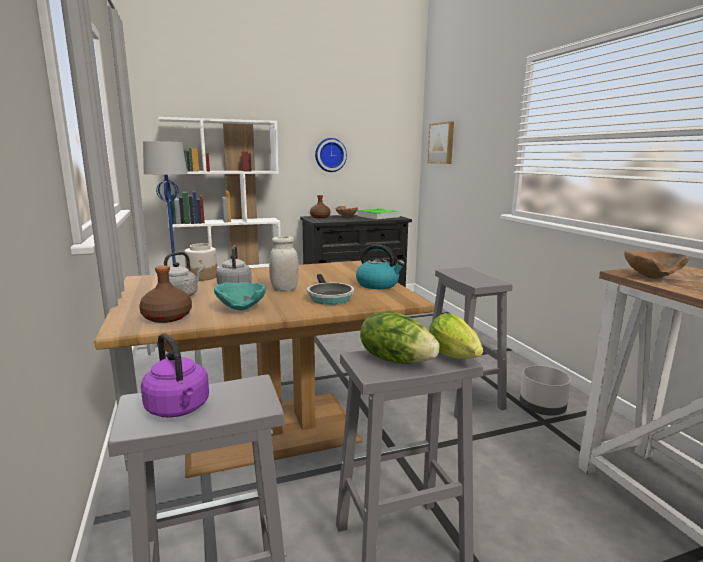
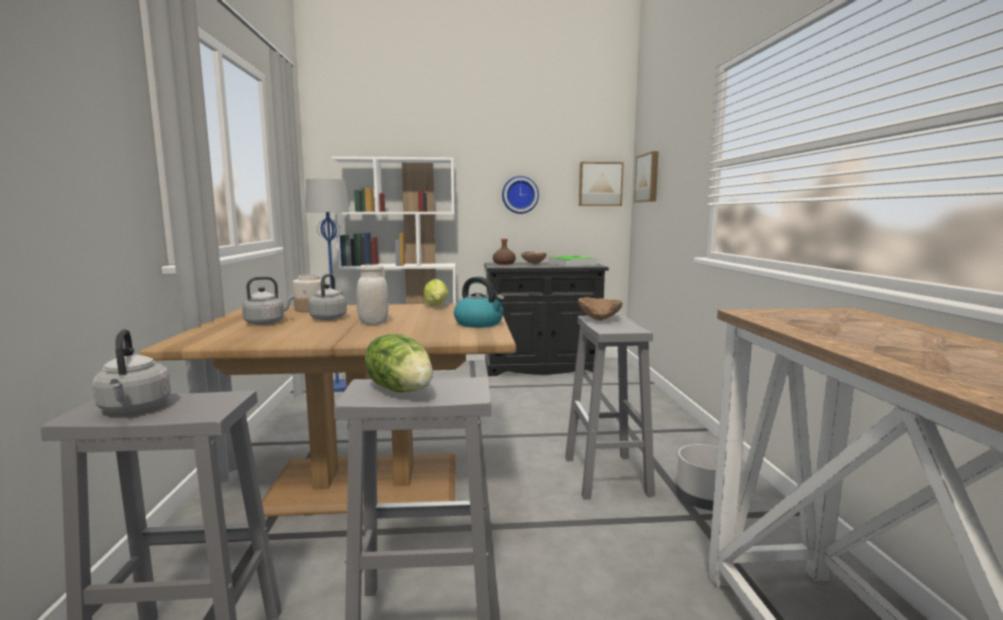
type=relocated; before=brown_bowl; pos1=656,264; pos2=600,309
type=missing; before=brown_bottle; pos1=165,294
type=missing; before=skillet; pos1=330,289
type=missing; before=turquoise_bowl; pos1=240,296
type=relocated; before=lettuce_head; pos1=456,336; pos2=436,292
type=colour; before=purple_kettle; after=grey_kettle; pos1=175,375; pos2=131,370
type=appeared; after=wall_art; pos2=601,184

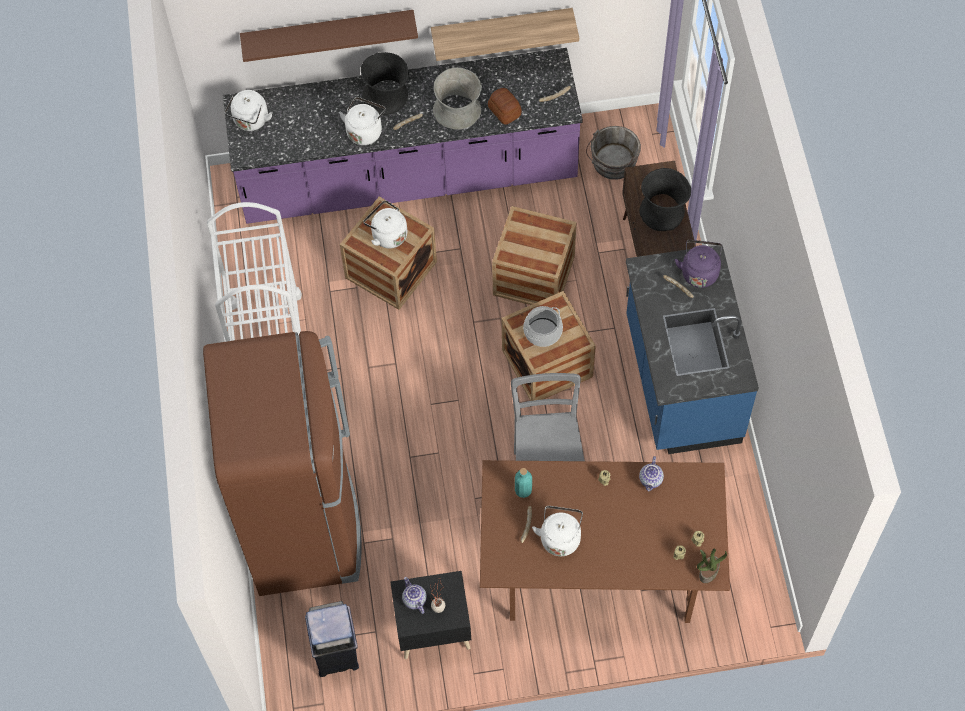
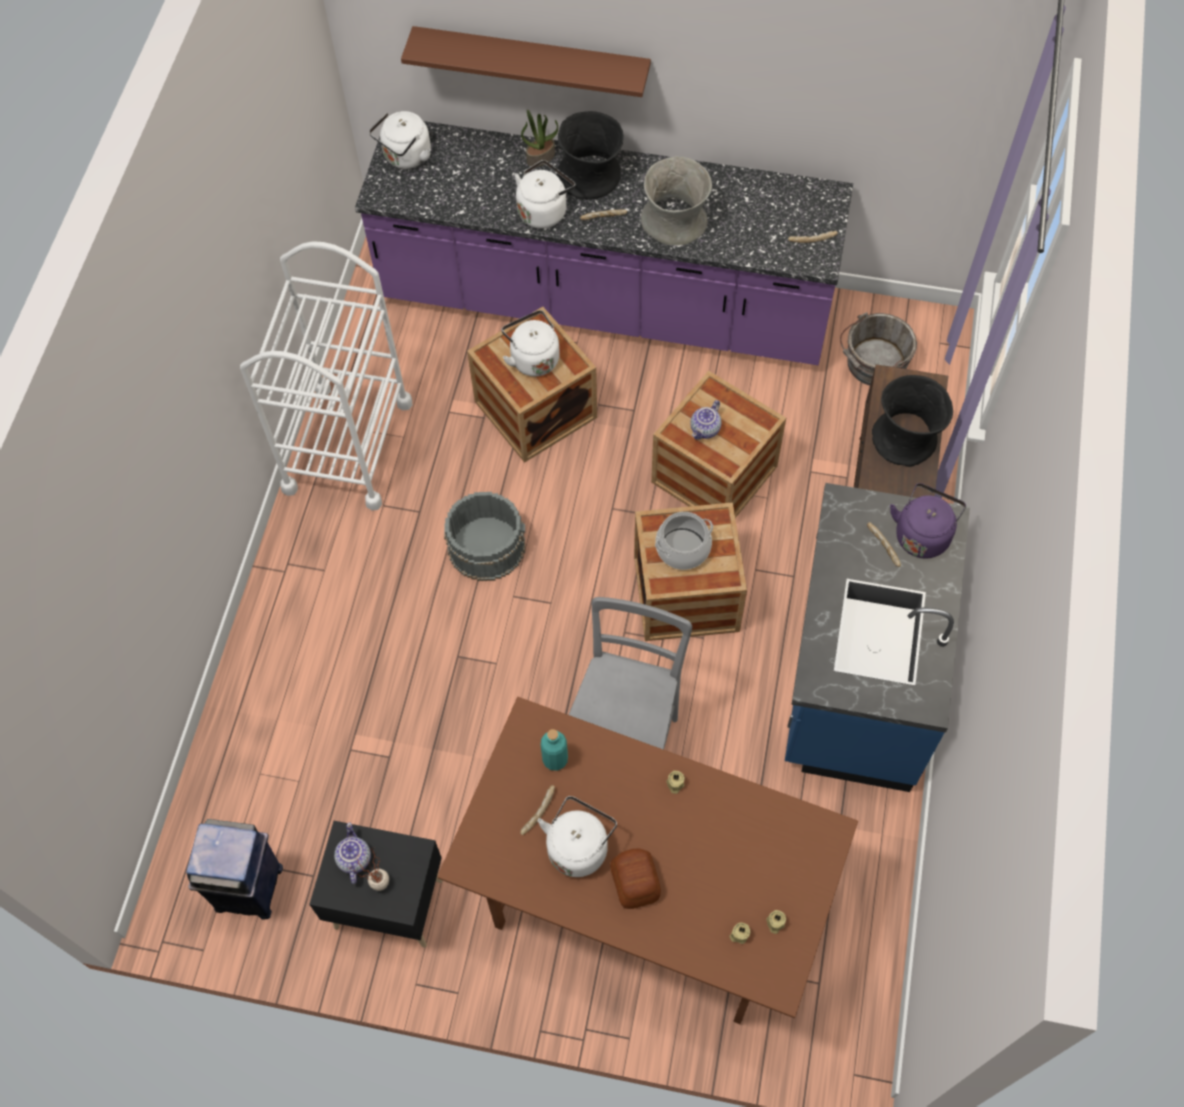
type=missing; before=bracket_shelf; pos1=505,34
type=relocated; before=bakery_bread; pos1=505,106; pos2=635,878
type=missing; before=brown_fridge; pos1=282,463
type=relocated; before=tea_pot; pos1=651,473; pos2=705,420
type=relocated; before=plant_in_a_pot; pos1=712,565; pos2=539,138
type=appeared; after=grey_pail; pos2=484,536

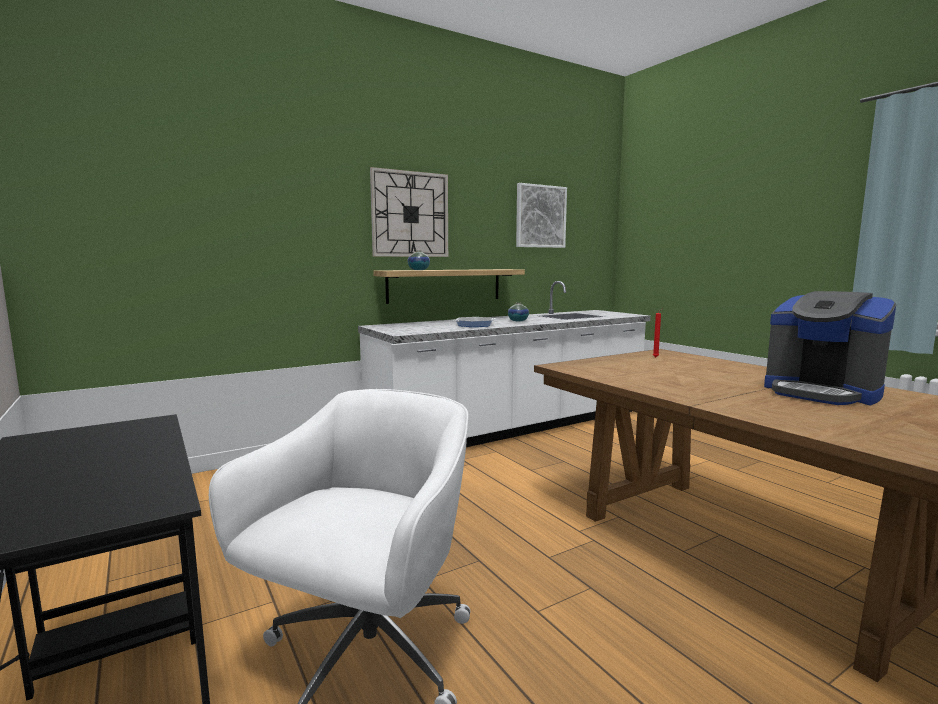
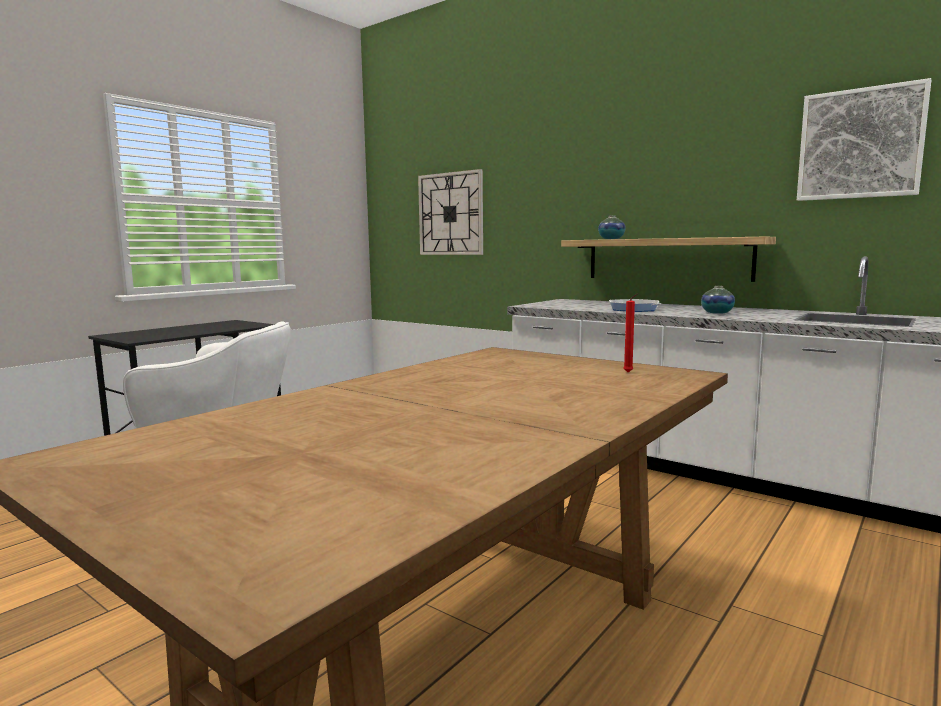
type=relocated; before=wall_clock; pos1=409,212; pos2=450,212
type=missing; before=coffee_brewer; pos1=830,348

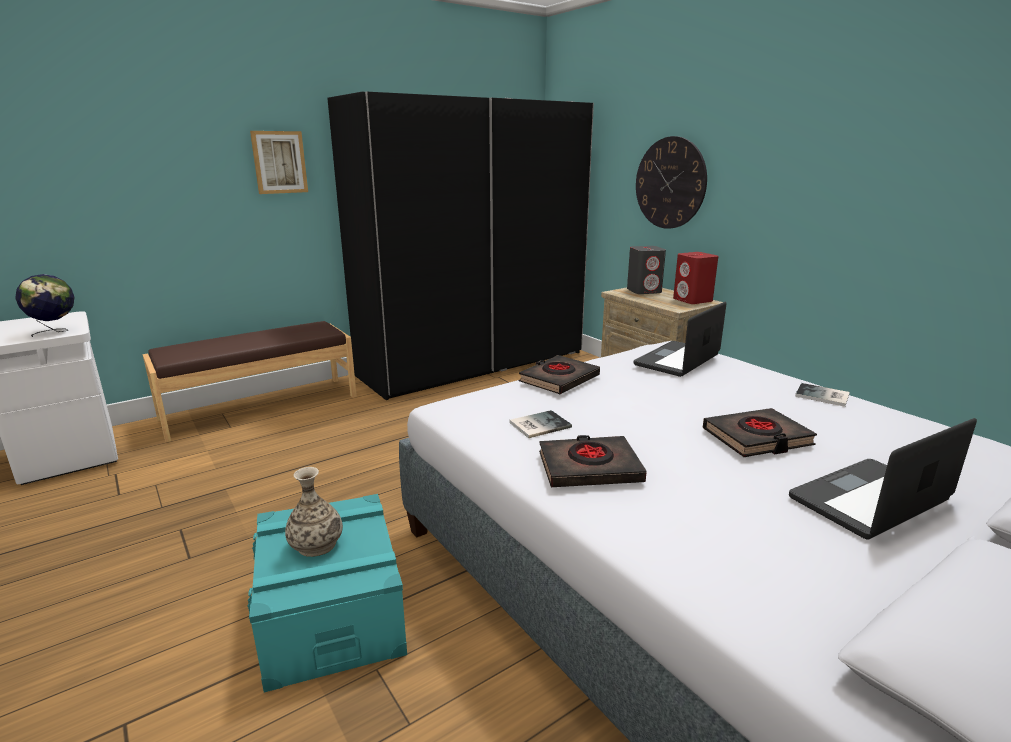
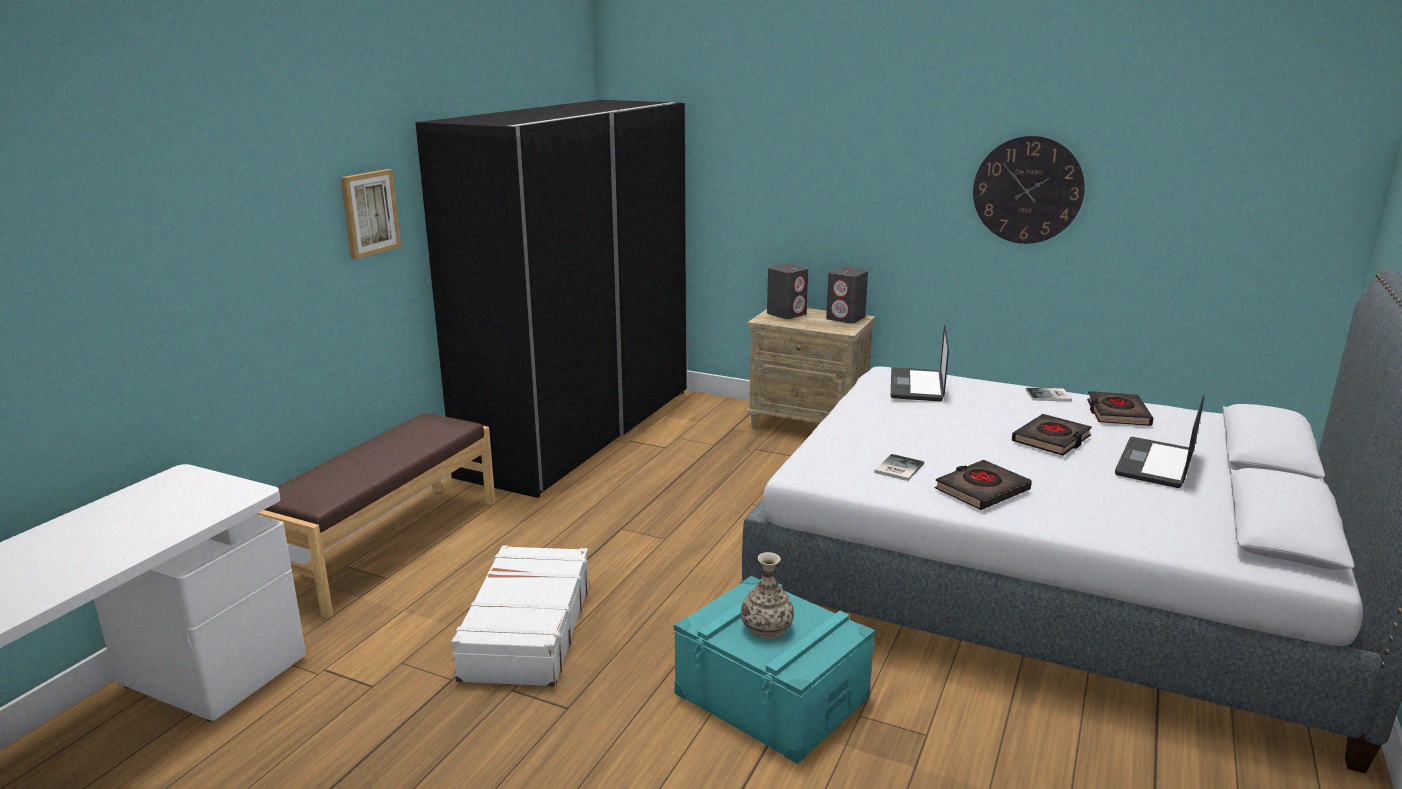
type=relocated; before=wall_clock; pos1=671,182; pos2=1029,190
type=colour; before=red_loudspeaker; after=grey_loudspeaker; pos1=695,278; pos2=847,295
type=missing; before=world_globe; pos1=45,305
type=relocated; before=black-coloured_volume; pos1=559,374; pos2=1120,408
type=appeared; after=white-coloured_suitcase; pos2=521,616

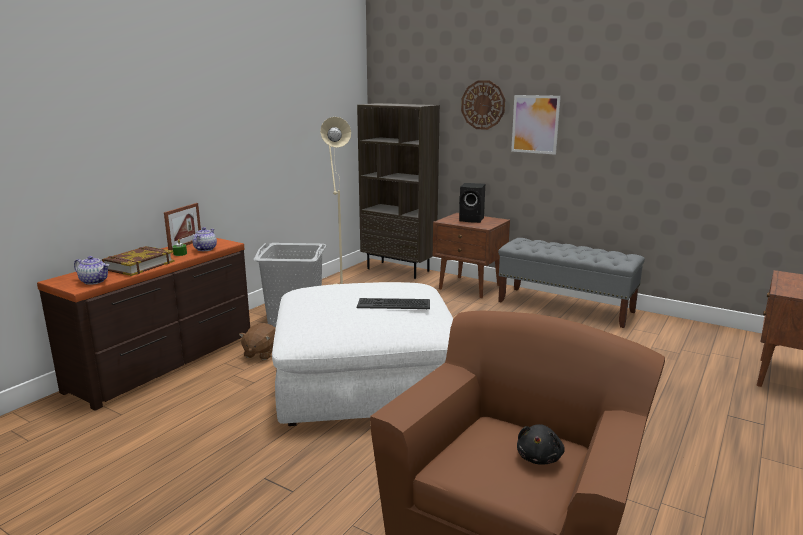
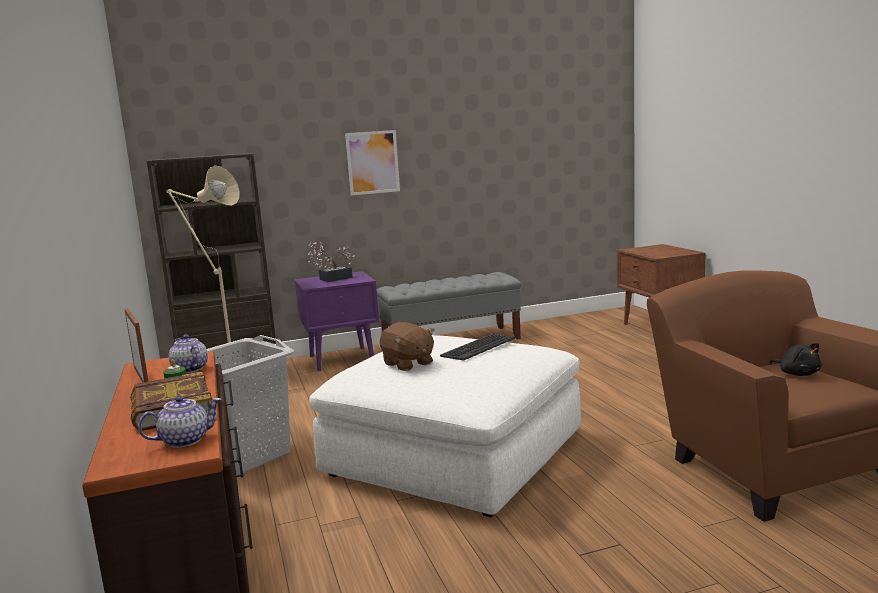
type=missing; before=wall_clock; pos1=483,105
type=exchanged; before=black-coloured_loudspeaker; after=plant_in_a_pot; pos1=472,203; pos2=331,262
type=colour; before=brown_nightstand; after=purple_nightstand; pos1=471,255; pos2=337,321
type=relocated; before=brown_cuddly_toy; pos1=257,341; pos2=407,346

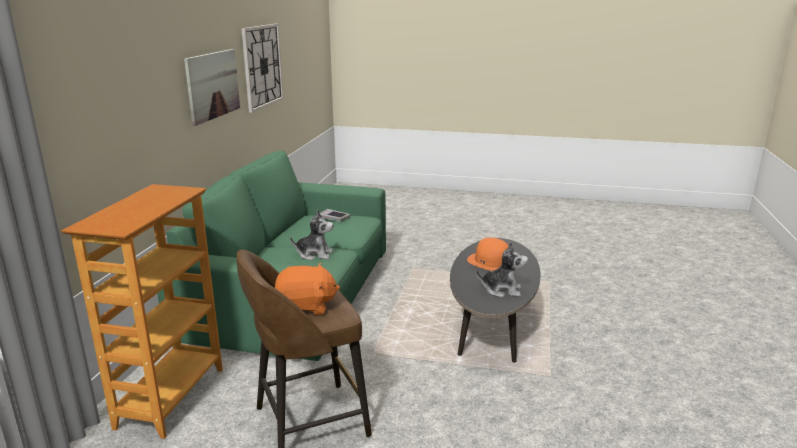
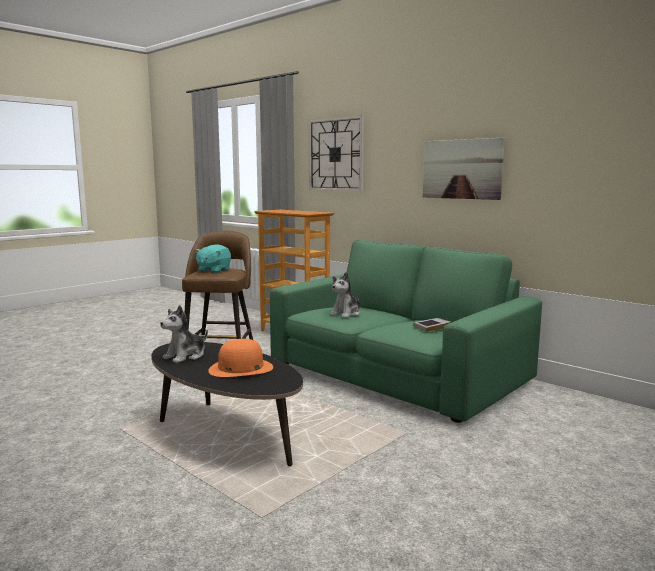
type=relocated; before=wall_clock; pos1=262,68; pos2=336,153
type=colour; before=orangey_cuddly_toy; after=turquoise_cuddly_toy; pos1=307,289; pos2=213,258

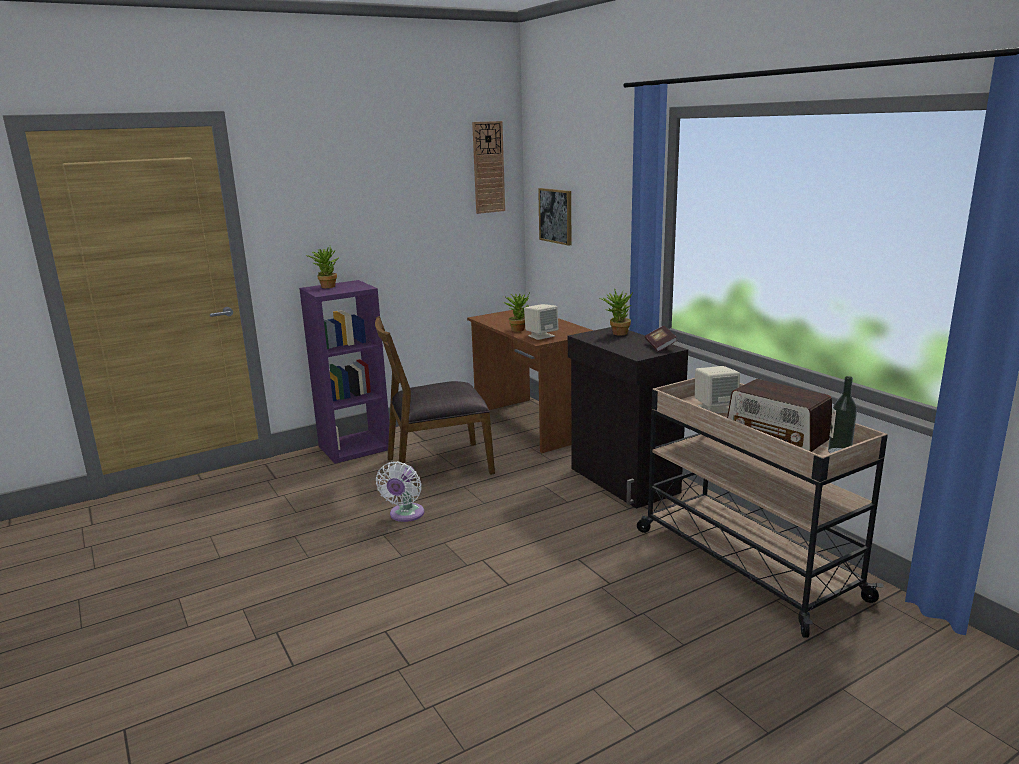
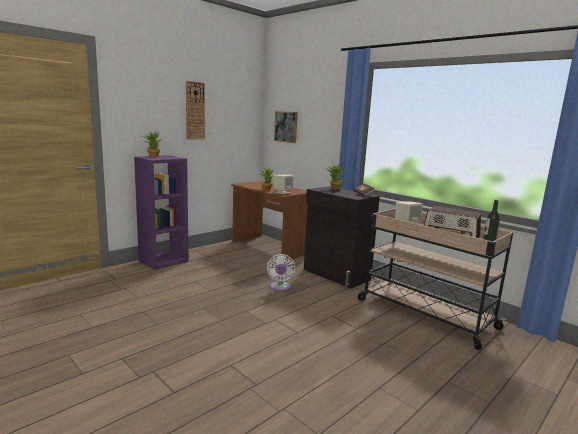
type=relocated; before=wall_clock; pos1=488,167; pos2=195,110
type=missing; before=brown_plain_chair; pos1=435,395
type=relocated; before=white-coloured_cooling_fan; pos1=400,491; pos2=281,272

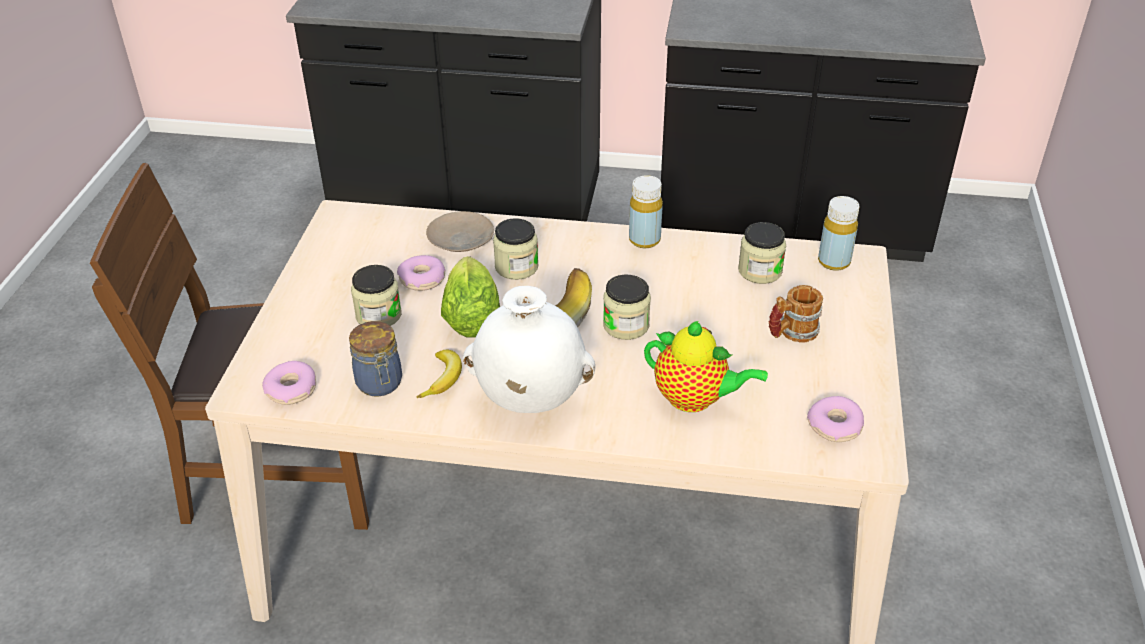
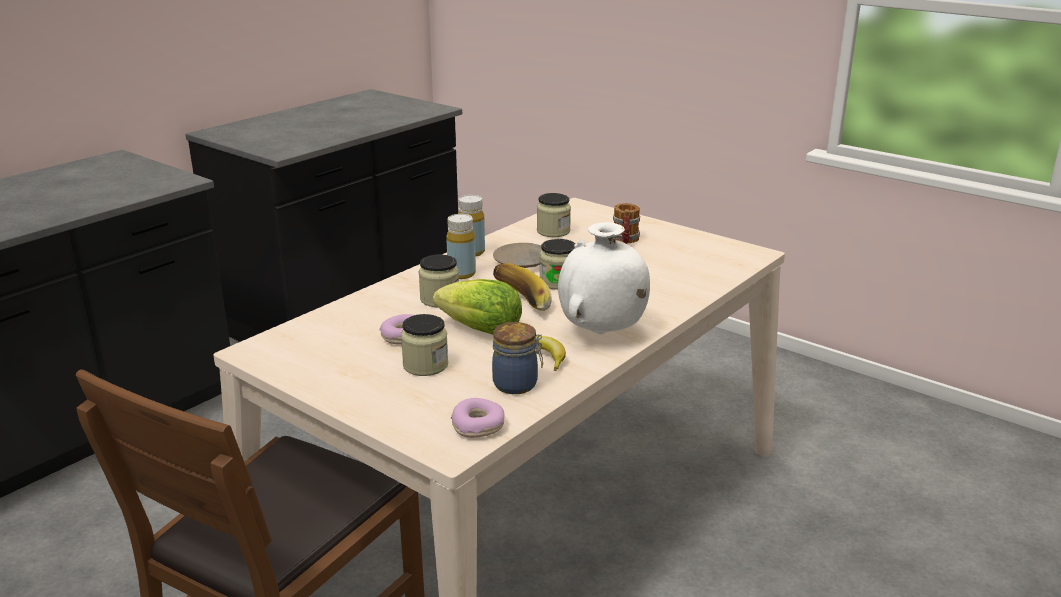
type=relocated; before=yellowish_bottle; pos1=838,233; pos2=461,246
type=relocated; before=sand-coloured_plate; pos1=460,231; pos2=517,255
type=missing; before=tea_pot; pos1=706,366
type=missing; before=donut; pos1=835,419

